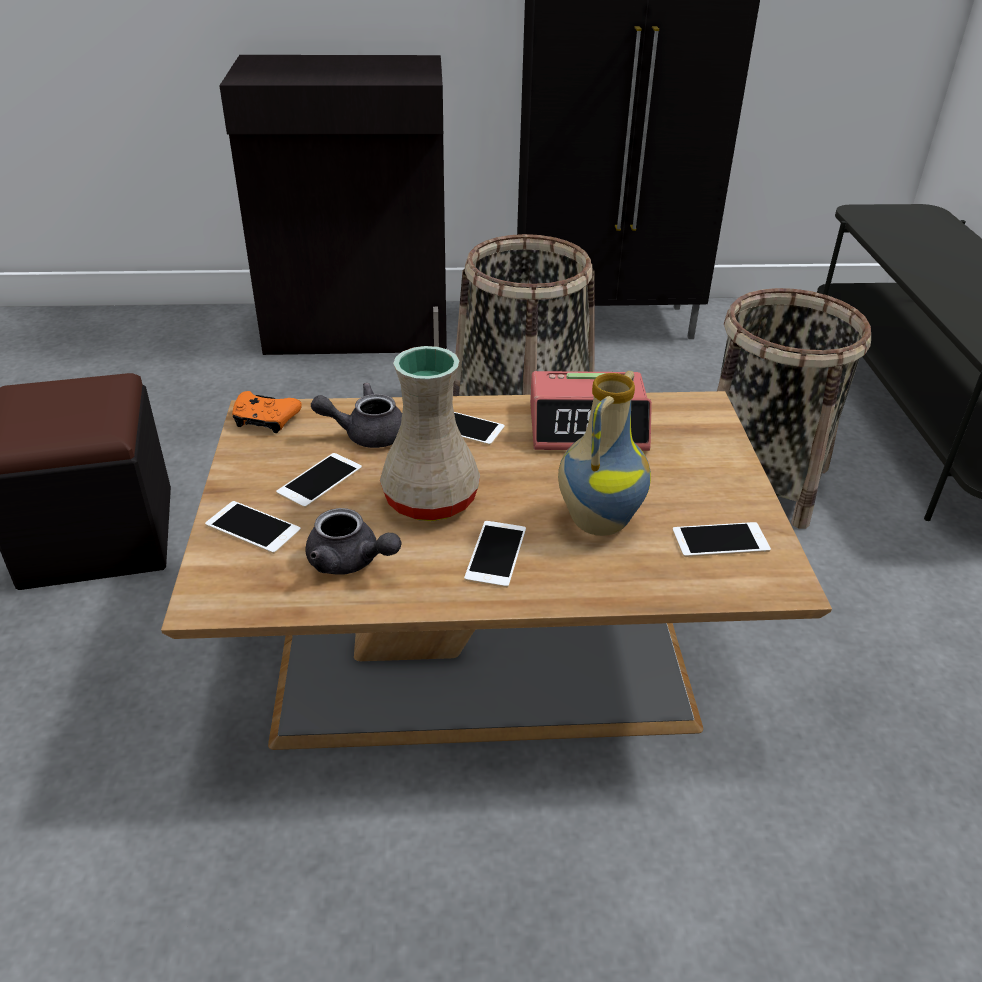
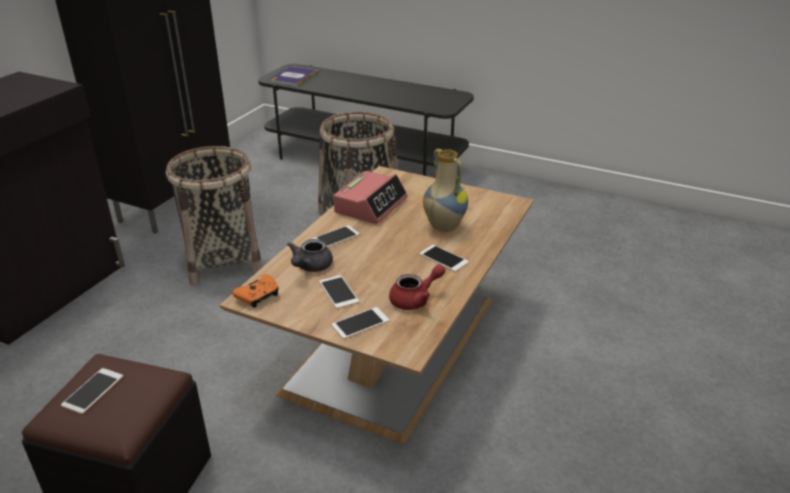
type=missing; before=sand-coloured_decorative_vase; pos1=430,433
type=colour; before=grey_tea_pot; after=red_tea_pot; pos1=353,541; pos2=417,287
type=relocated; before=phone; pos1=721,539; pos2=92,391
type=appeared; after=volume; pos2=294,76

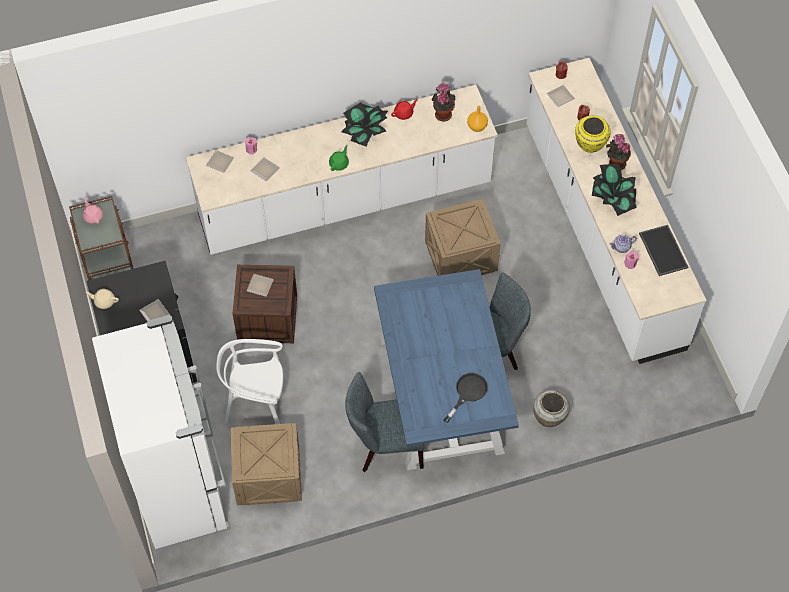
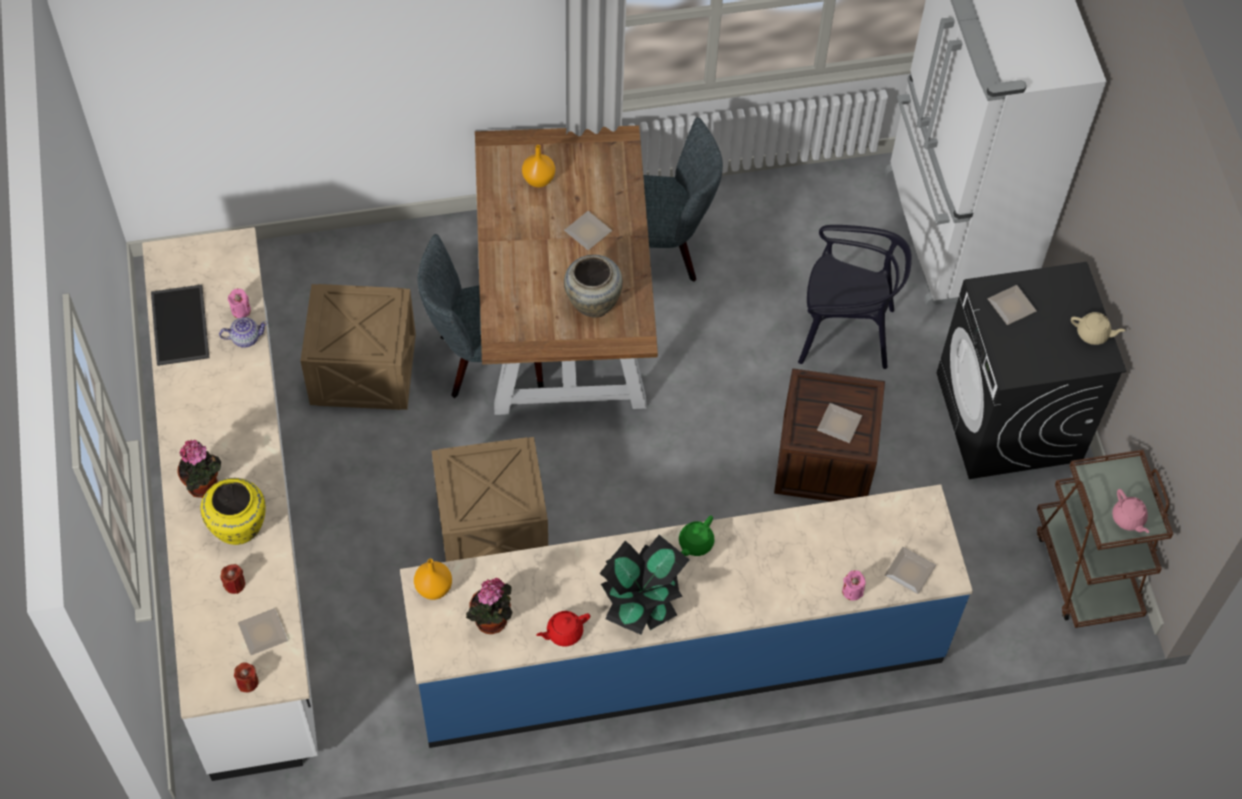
type=colour; before=white-coloured_kitchen_base_unit; after=blue_kitchen_base_unit; pos1=342,170; pos2=686,616
type=relocated; before=plate; pos1=265,169; pos2=588,230
type=missing; before=plant_in_a_pot; pos1=614,189
type=colour; before=blue_dining_table; after=brown_dining_table; pos1=446,369; pos2=566,270
type=colour; before=white-coloured_plain_chair; after=black-coloured_plain_chair; pos1=251,381; pos2=855,297
type=exchanged; before=black-coloured_skillet; after=orangey_decorative_vase; pos1=465,398; pos2=538,166
type=relocated; before=sand-coloured_decorative_vase; pos1=551,408; pos2=593,286
type=relocated; before=crate; pos1=266,464; pos2=358,347

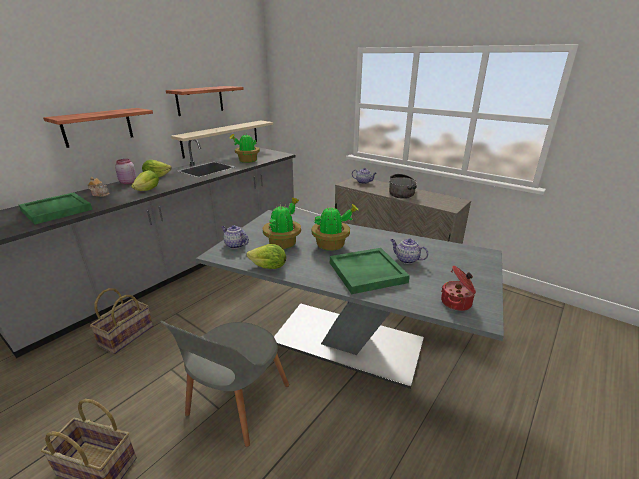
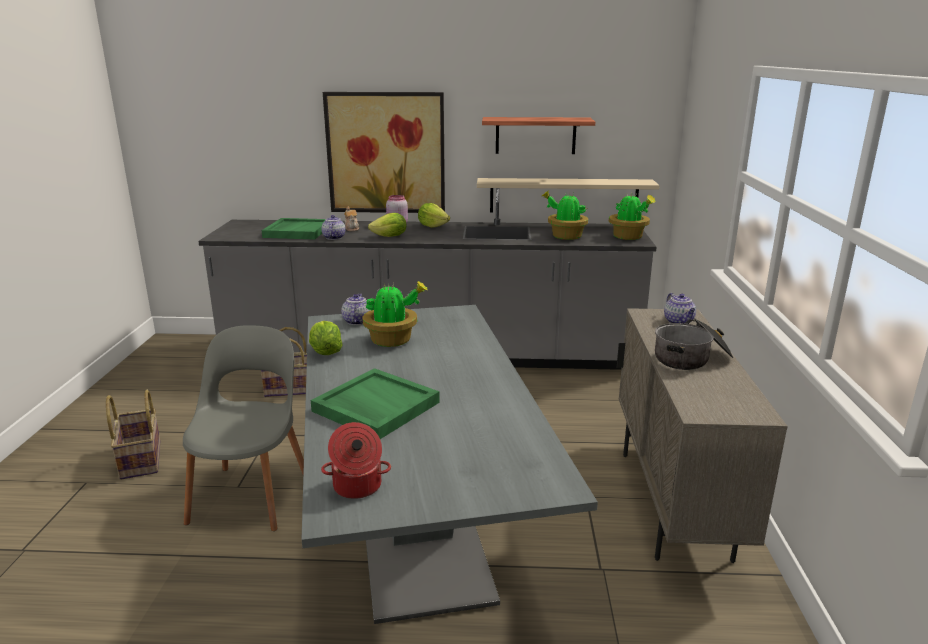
type=exchanged; before=bracket_shelf; after=wall_art; pos1=98,128; pos2=384,152
type=relocated; before=plant_in_a_pot; pos1=335,227; pos2=632,216
type=relocated; before=tea_pot; pos1=410,251; pos2=333,227
type=spun; before=grey_plain_chair; pos1=225,384; pos2=243,428; turn=105

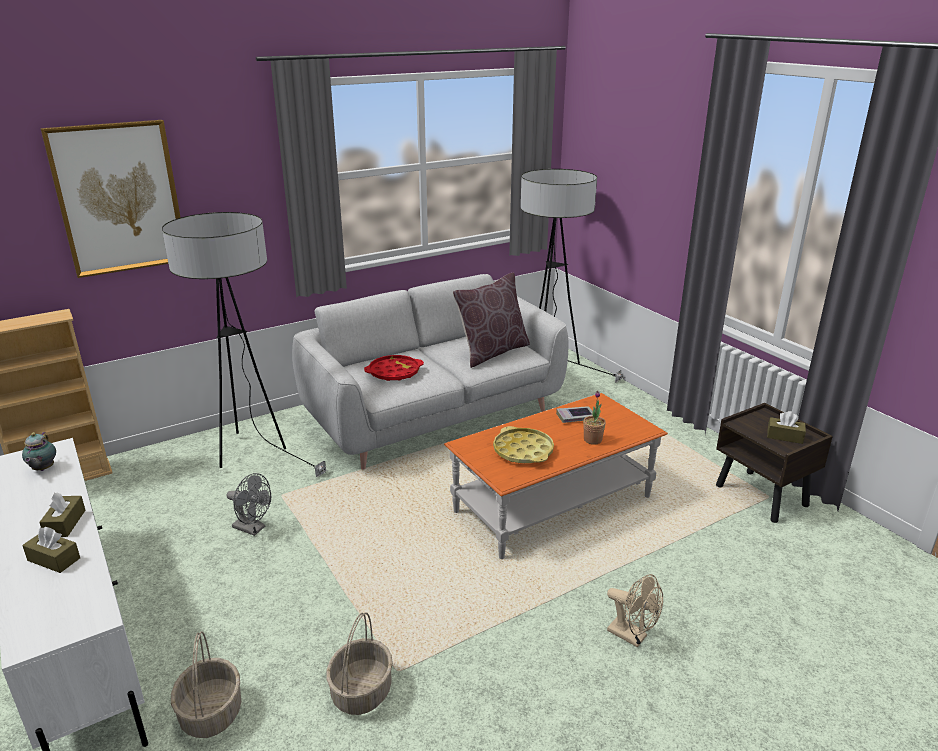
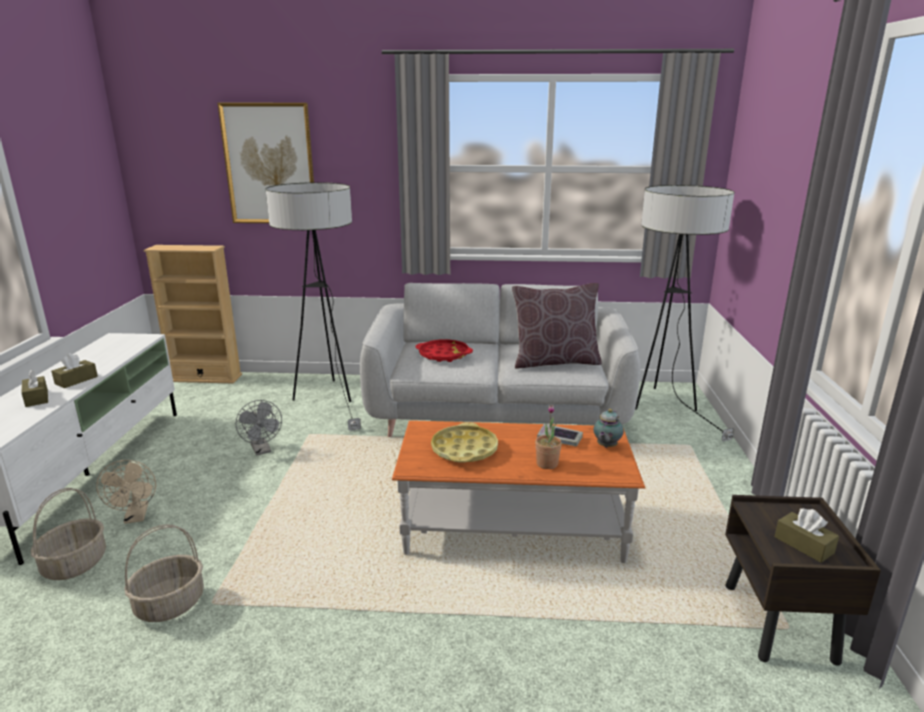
type=relocated; before=tea_pot; pos1=39,451; pos2=608,428
type=relocated; before=sand-coloured_cooling_fan; pos1=635,611; pos2=126,492

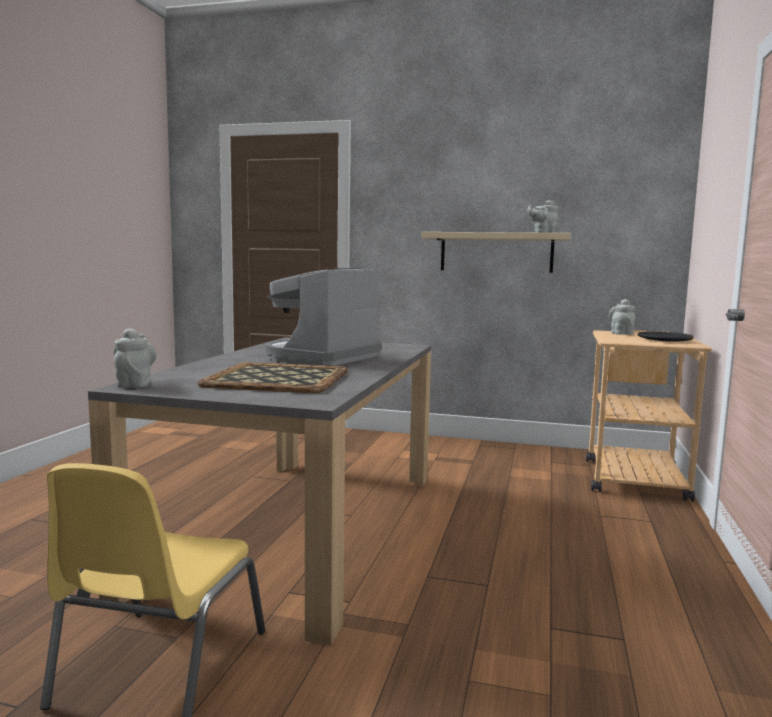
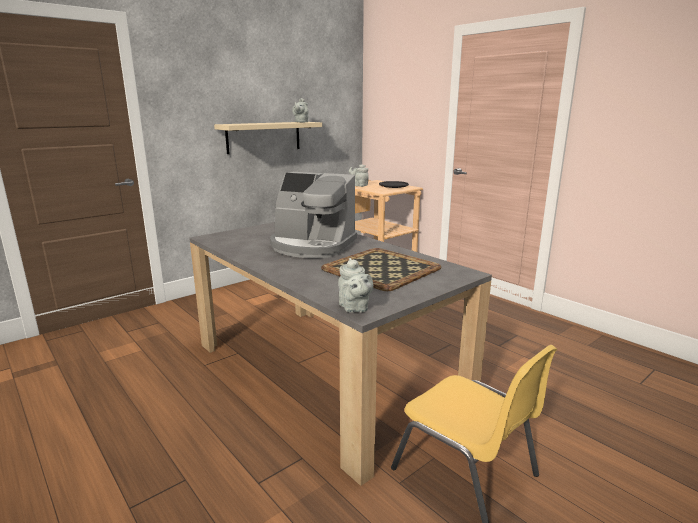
type=spun; before=coffee_brewer; pos1=323,317; pos2=313,215; turn=-45
type=spun; before=grey_tea_pot; pos1=135,358; pos2=355,285; turn=-135

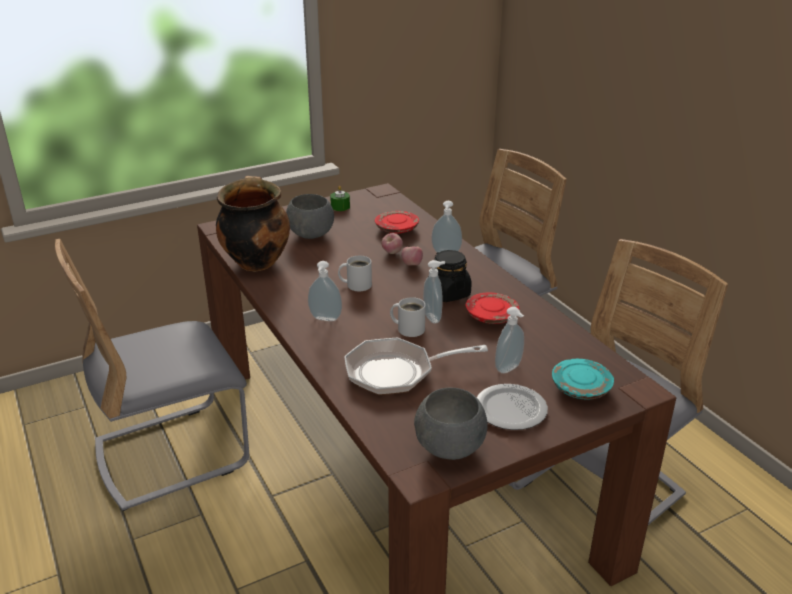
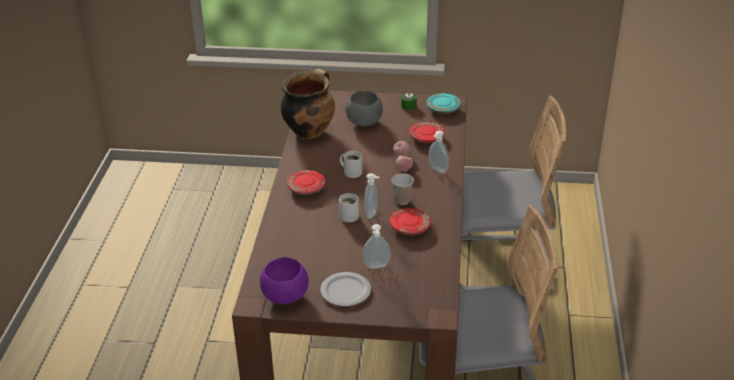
type=missing; before=grey_plain_chair; pos1=152,375
type=exchanged; before=black-coloured_jar; after=small_cup; pos1=453,276; pos2=402,189
type=exchanged; before=soap_dispenser; after=red_plate; pos1=325,291; pos2=306,182
type=missing; before=skillet; pos1=416,366
type=relocated; before=turquoise_plate; pos1=583,379; pos2=443,103
type=colour; before=grey_bowl; after=purple_bowl; pos1=450,424; pos2=284,280

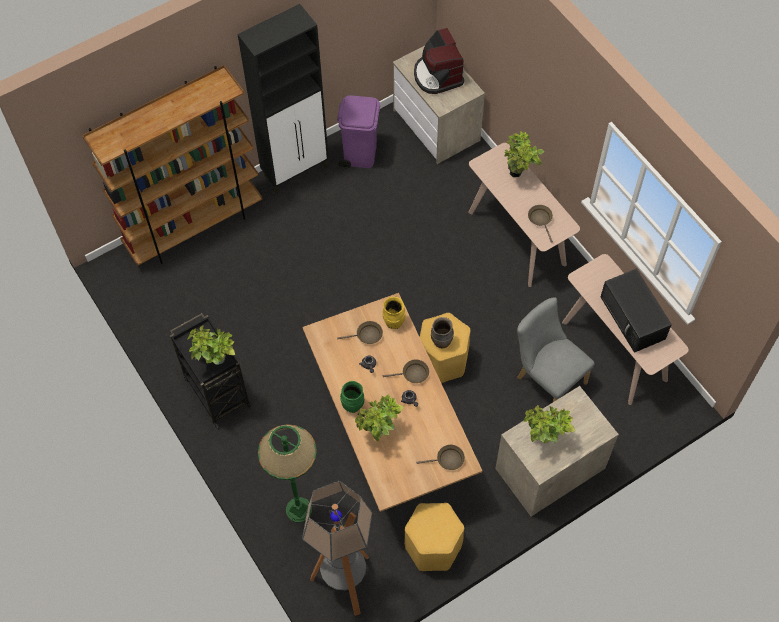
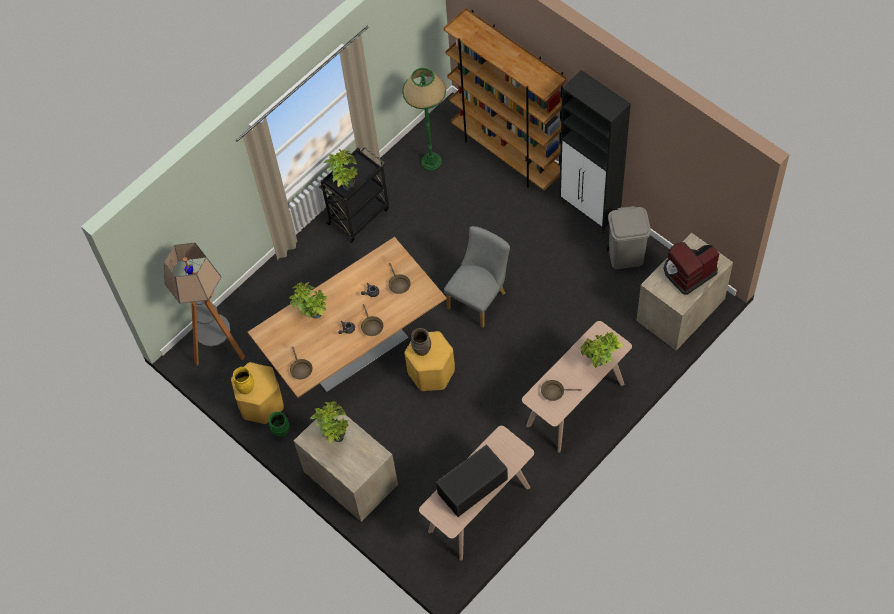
type=colour; before=purple_rubbish_bin; after=grey_rubbish_bin; pos1=358,132; pos2=628,237
type=spun; before=brown_skillet; pos1=540,224; pos2=561,390; turn=-150
type=relocated; before=yellowish_decorative_vase; pos1=394,313; pos2=243,380
type=relocated; before=grey_plain_chair; pos1=556,349; pos2=477,277
type=relocated; before=greenish_decorative_vase; pos1=352,397; pos2=279,424
type=relocated; before=greenish_floor_lamp; pos1=287,473; pos2=424,118

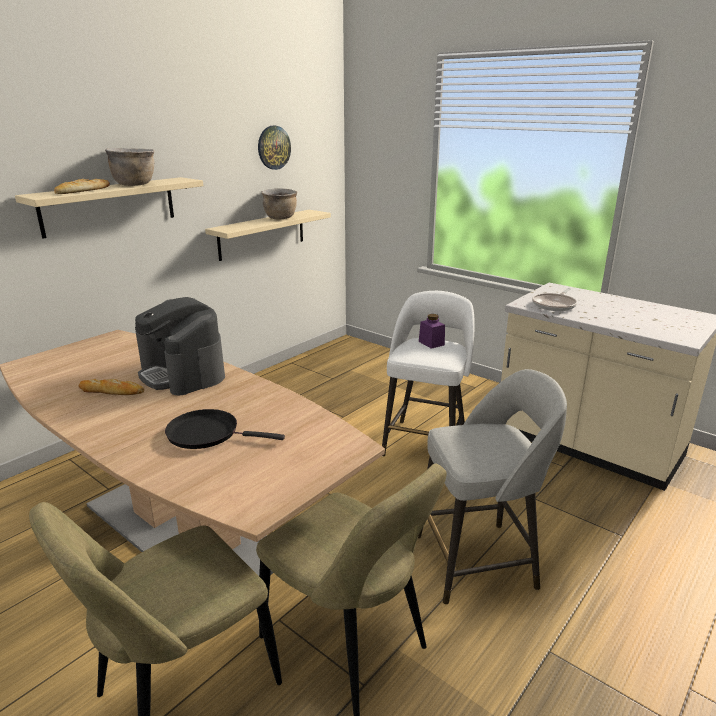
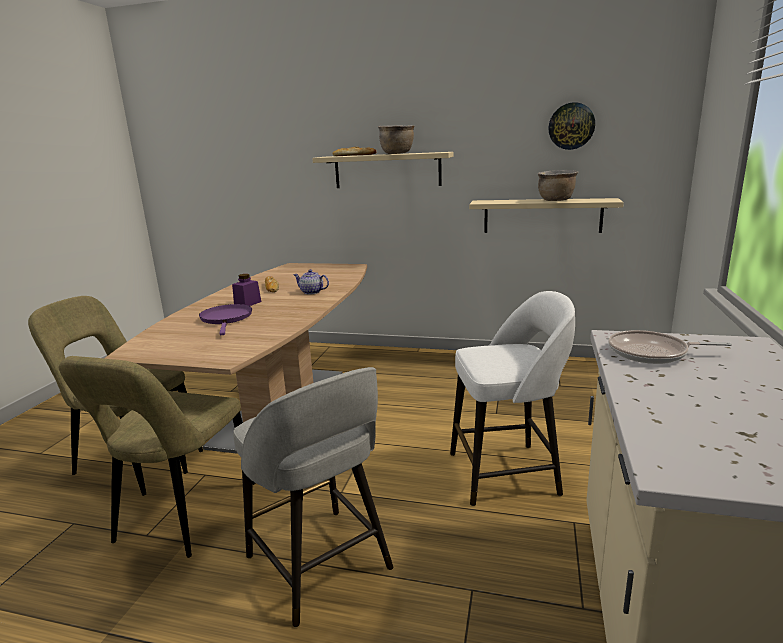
type=exchanged; before=coffee_brewer; after=tea_pot; pos1=180,346; pos2=311,281
type=relocated; before=purple_jar; pos1=432,331; pos2=246,290
type=colour; before=black-coloured_skillet; after=purple_skillet; pos1=225,429; pos2=225,319

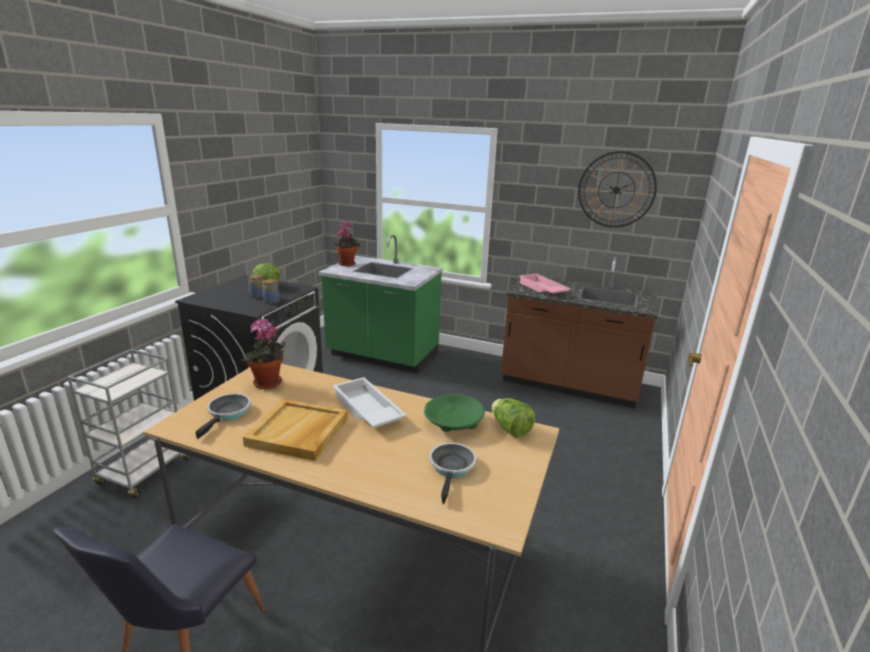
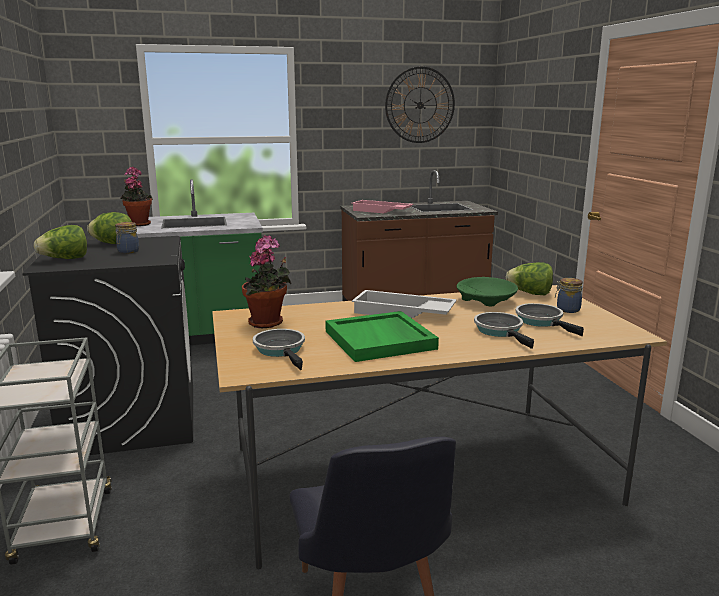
type=relocated; before=jar; pos1=271,291; pos2=569,295
type=colour; before=sand-coloured_tray; after=greenish_tray; pos1=295,430; pos2=382,336
type=appeared; after=lettuce_head; pos2=60,242
type=appeared; after=skillet; pos2=504,330

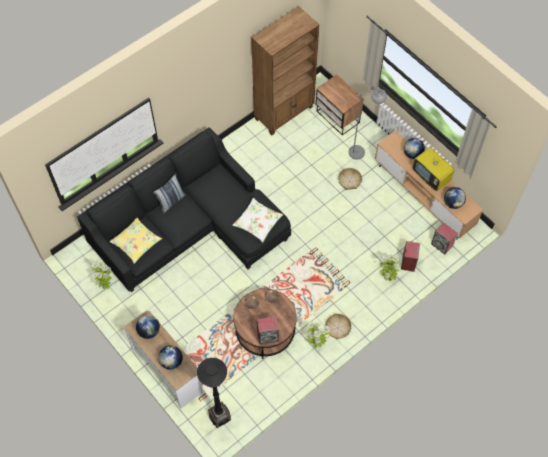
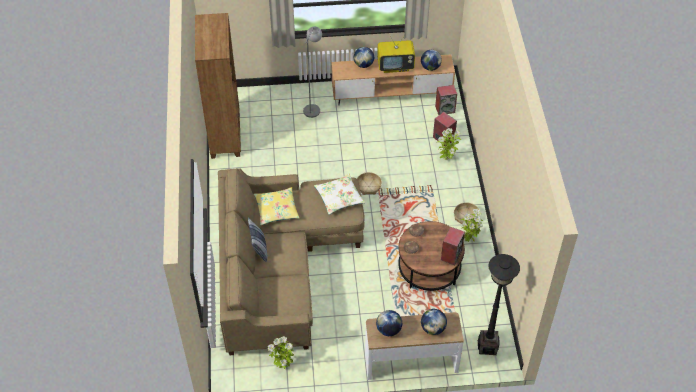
type=missing; before=nightstand; pos1=340,104
type=colour; before=black-coloured_settee; after=sand-coloured_settee; pos1=184,209; pos2=291,261
type=relocated; before=basket; pos1=350,179; pos2=369,183
type=relocated; before=yellowish_cushion; pos1=135,241; pos2=276,206

